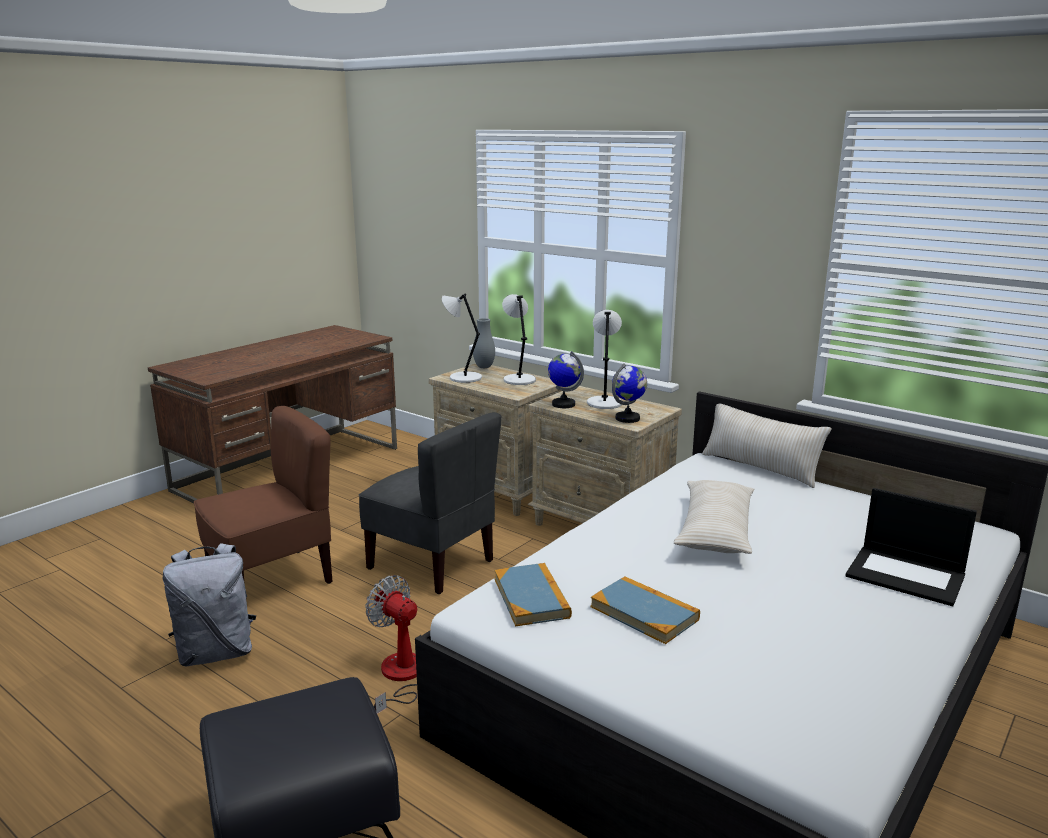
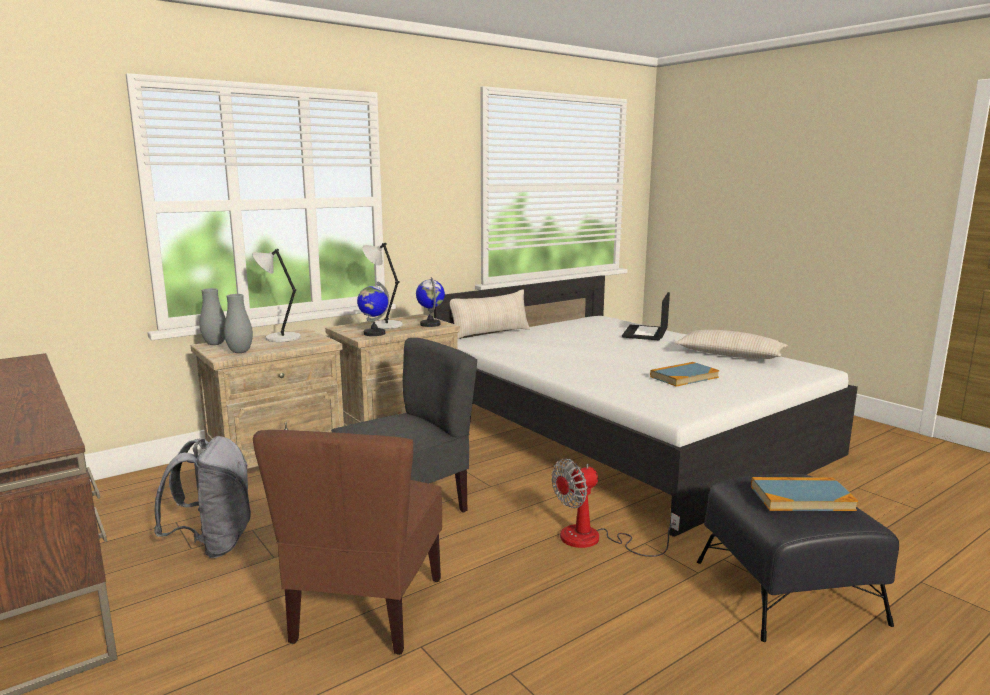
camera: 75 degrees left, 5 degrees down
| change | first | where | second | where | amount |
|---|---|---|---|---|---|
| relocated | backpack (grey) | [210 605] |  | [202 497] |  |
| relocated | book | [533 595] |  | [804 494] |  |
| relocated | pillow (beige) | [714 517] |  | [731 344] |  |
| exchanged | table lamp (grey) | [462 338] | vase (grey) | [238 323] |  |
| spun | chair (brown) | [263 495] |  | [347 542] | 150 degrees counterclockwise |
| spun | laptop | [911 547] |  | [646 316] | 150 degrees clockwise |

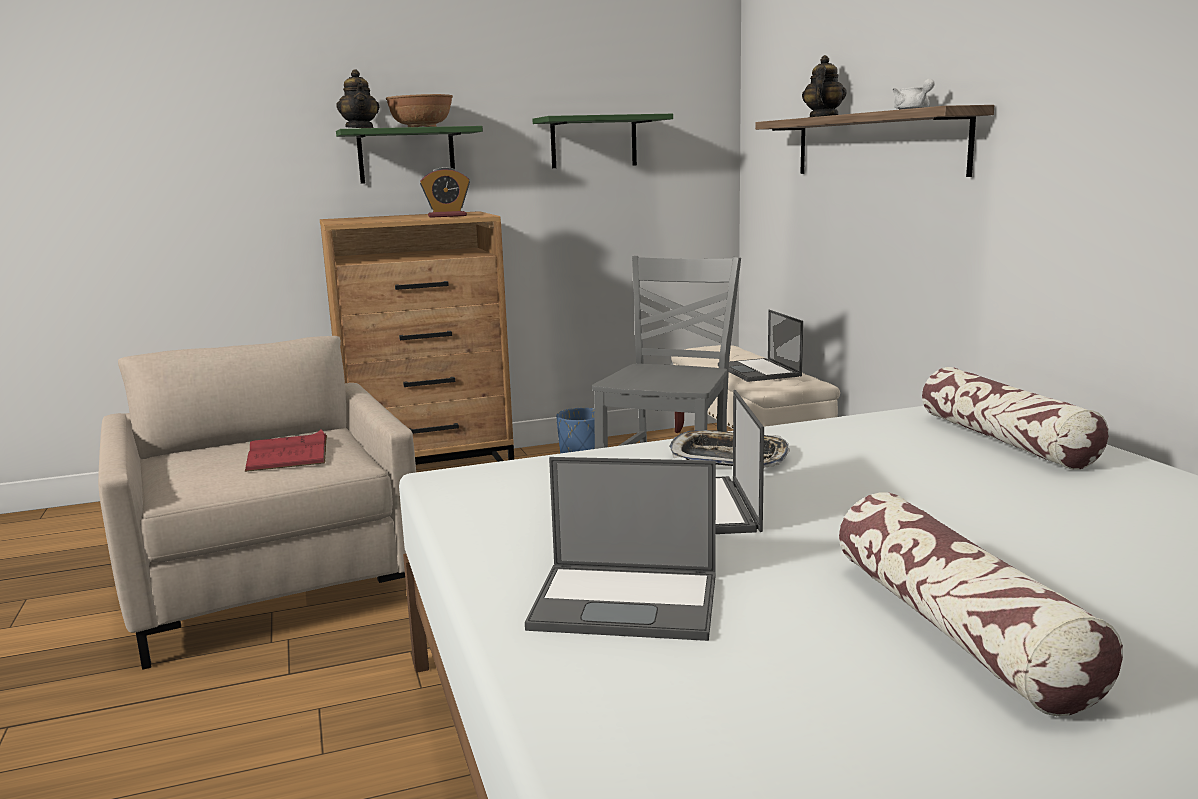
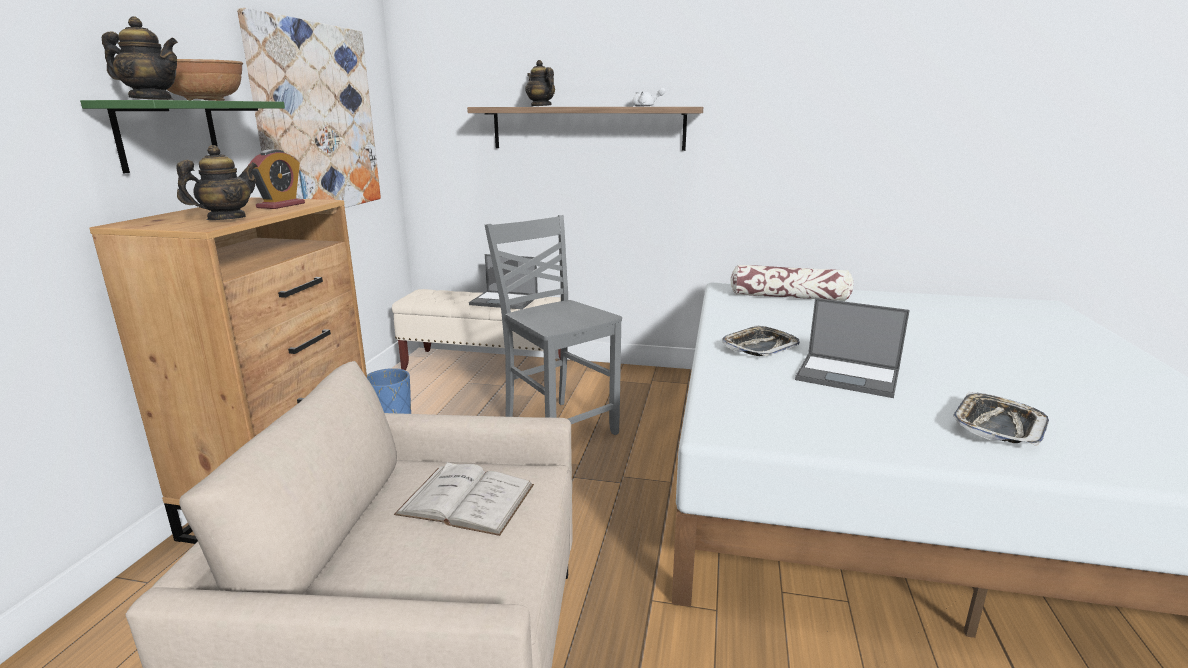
camera: 60 degrees left, 5 degrees up
| change | first | where | second | where | amount |
|---|---|---|---|---|---|
| missing | pillow | [981 604] |  |  |  |
| appeared |  |  | teapot | [216 182] |  |
| exchanged | laptop | [620 549] | tray | [1001 419] |  |
| exchanged | shelf (green) | [602 141] | picture | [309 108] |  |
| colour | book (red) | [286 450] | book (white) | [464 499] |  |

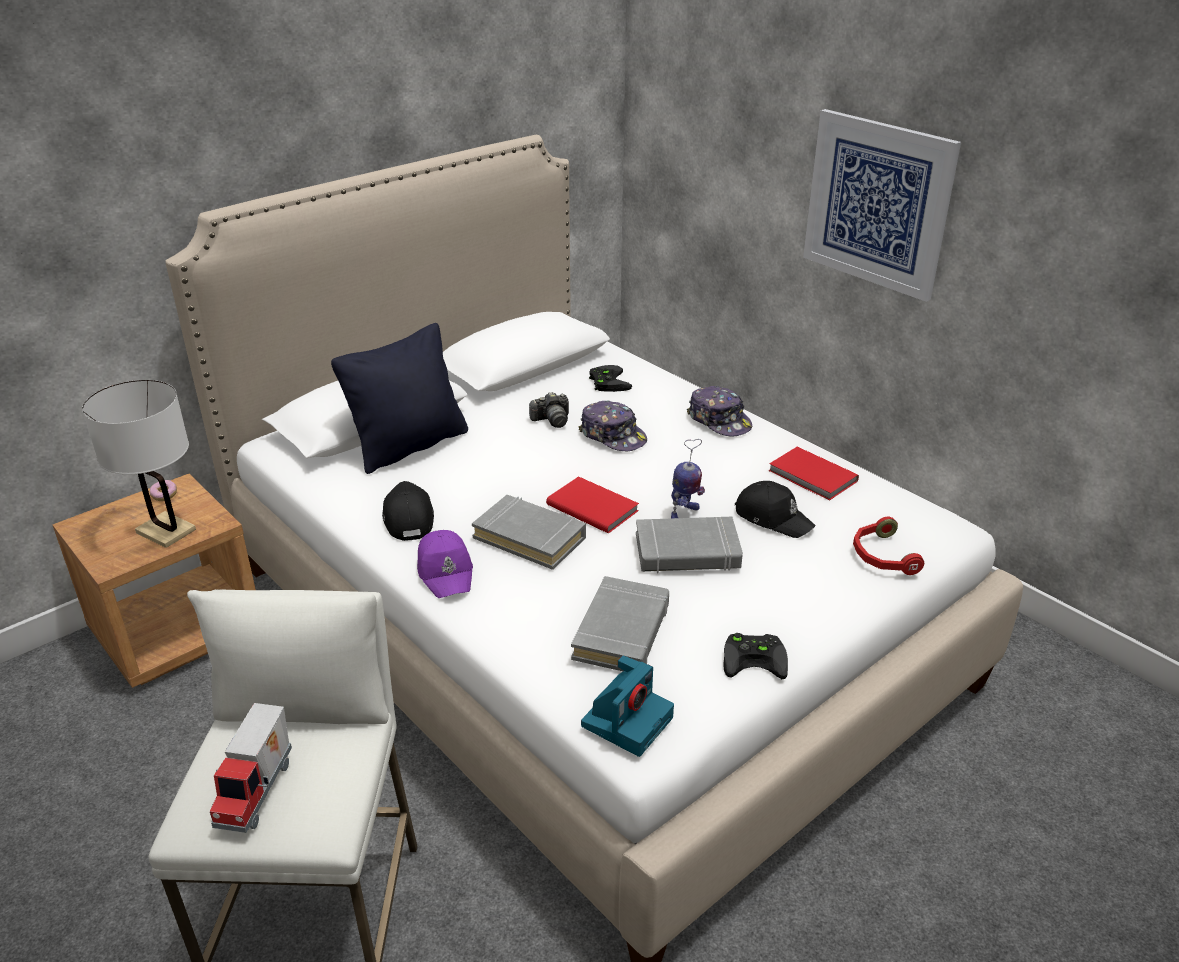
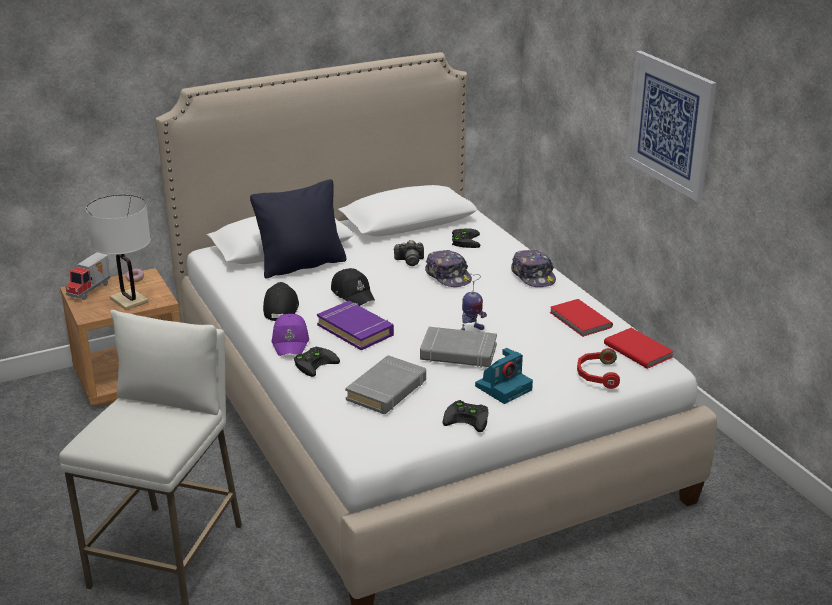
camera: 15 degrees right, 5 degrees down
| change | first | where | second | where | amount |
|---|---|---|---|---|---|
| appeared |  |  | game controller (black) | [317 362] |  |
| relocated | toy truck | [251 768] |  | [88 276] |  |
| relocated | book (red) | [592 504] |  | [639 348] |  |
| relocated | photo camera | [627 706] |  | [504 376] |  |
| relocated | cap (black) | [775 509] |  | [353 287] |  |
| colour | book (grey) | [529 532] | book (purple) | [355 325] |  |

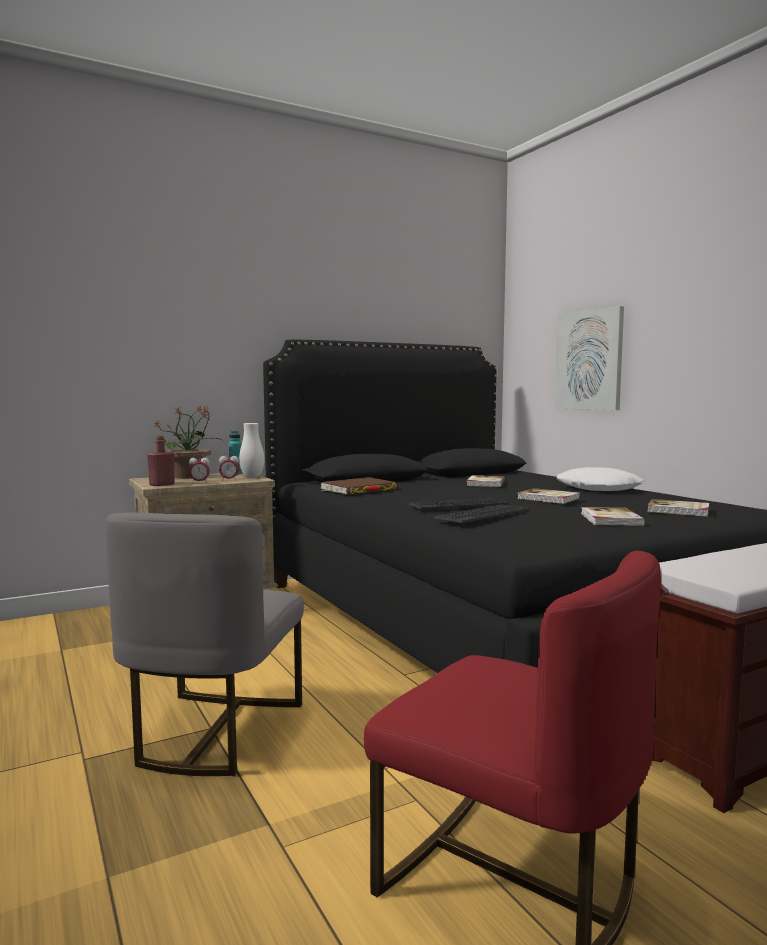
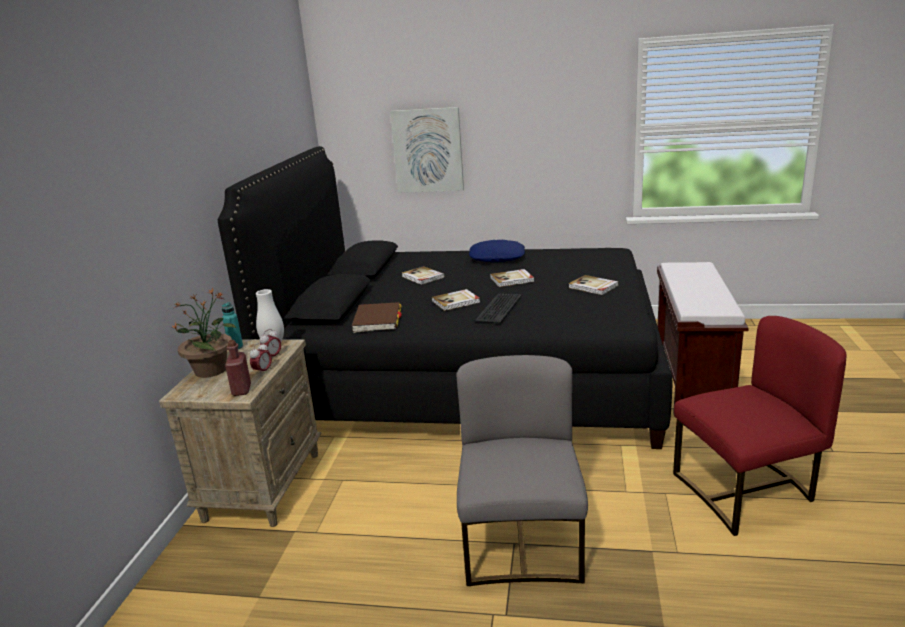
camera: 50 degrees left, 15 degrees up
| change | first | where | second | where | amount |
|---|---|---|---|---|---|
| missing | keyboard | [482 514] |  |  |  |
| relocated | book | [678 508] |  | [455 300] |  |
| colour | pillow (white) | [600 479] | pillow (blue) | [497 251] |  |
| spun | chair (grey) | [205 644] |  | [522 470] | 135 degrees counterclockwise |

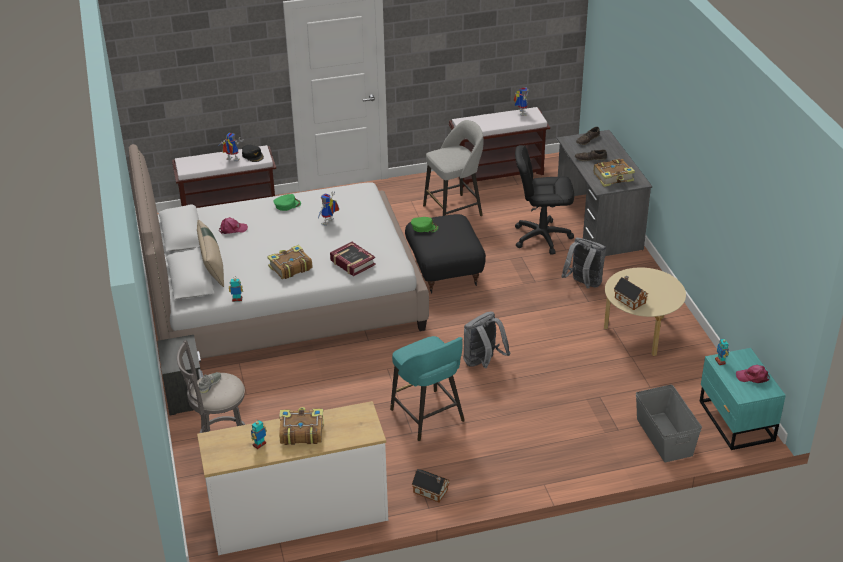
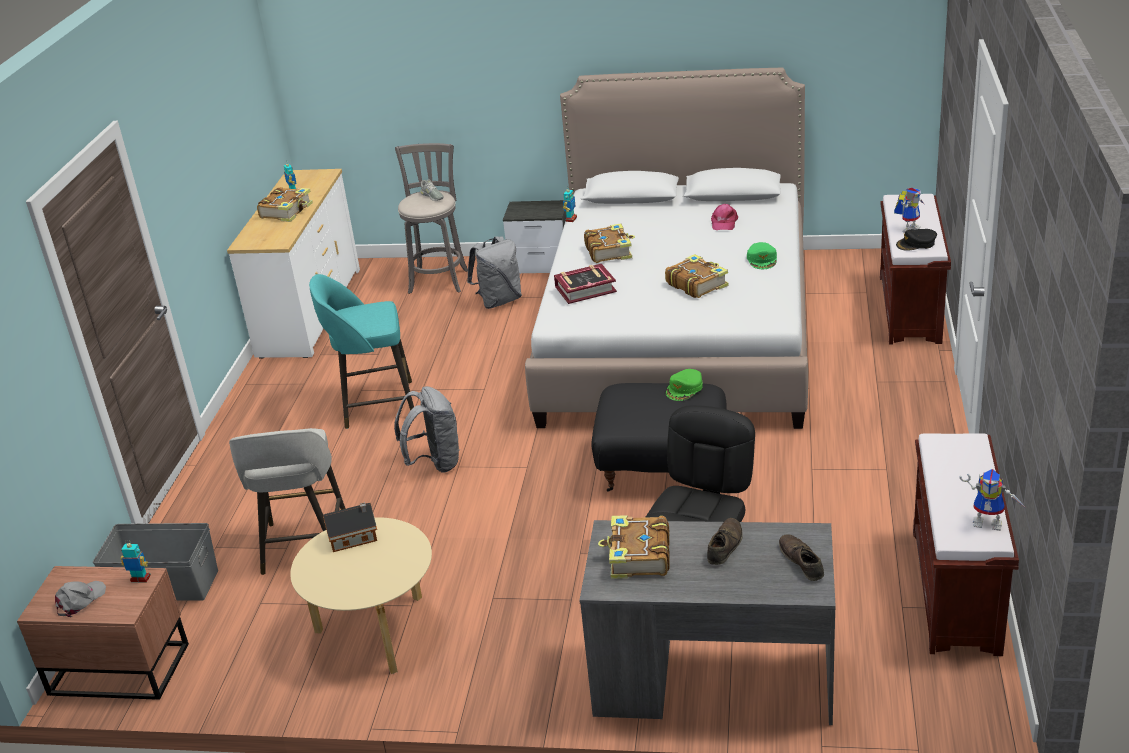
camera: 115 degrees right, 5 degrees down
| change | first | where | second | where | amount |
|---|---|---|---|---|---|
| missing | pillow (beige) | [210 253] |  |  |  |
| missing | toy house | [431 485] |  |  |  |
| relocated | stool (grey) | [453 168] |  | [287 501] |  |
| relocated | backpack (grey) | [583 263] |  | [494 272] |  |
| exchanged | toy robot | [328 208] | book | [696 276] |  |
| colour | nightstand (turquoise) | [742 399] | nightstand (brown) | [103 633] |  |
| colour | cap (pink) | [753 374] | cap (grey) | [80 599] |  |

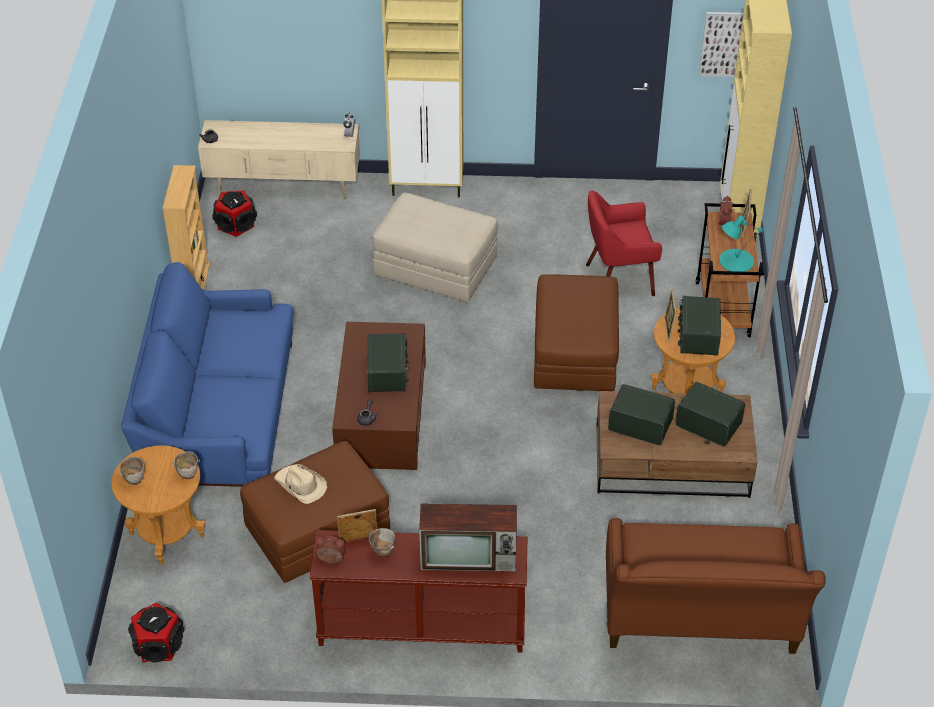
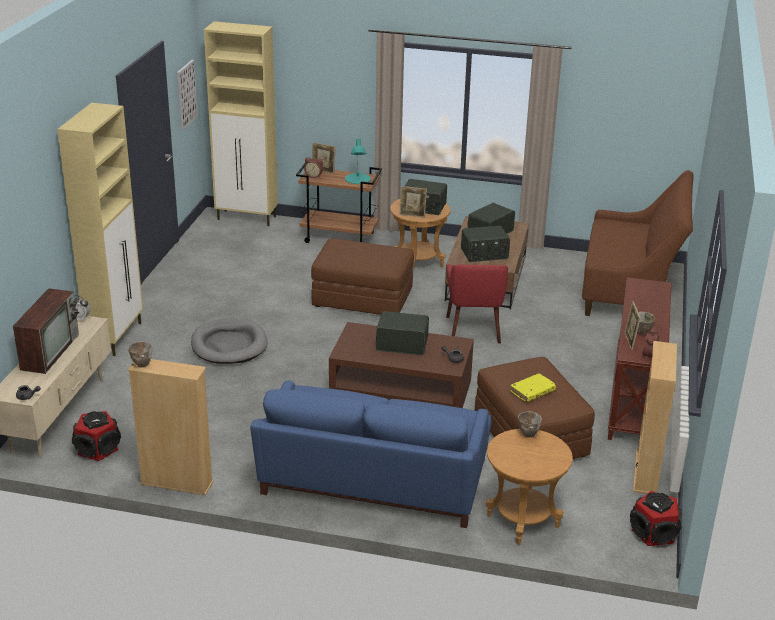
camera: 80 degrees left, 15 degrees down
| change | first | where | second | where | amount |
|---|---|---|---|---|---|
| appeared |  |  | bookcase (beige) | [655 417] |  |
| relocated | bowl | [132 471] |  | [140 354] |  |
| relocated | television | [468 538] |  | [46 331] |  |
| relocated | armchair (red) | [624 243] |  | [477 303] |  |
| exchanged | hat (beige) | [300 484] | book (yellow) | [533 387] |  |
| exchanged | ottoman (beige) | [435 247] | dog bed (grey) | [229 341] |  |
| spun | radio | [641 414] |  | [485 244] | 135 degrees counterclockwise |

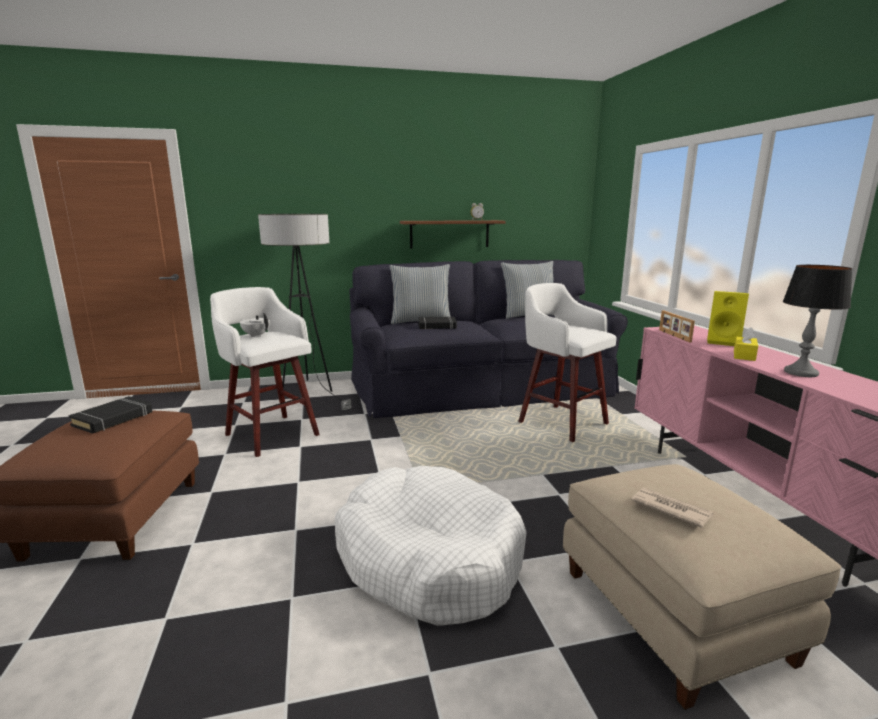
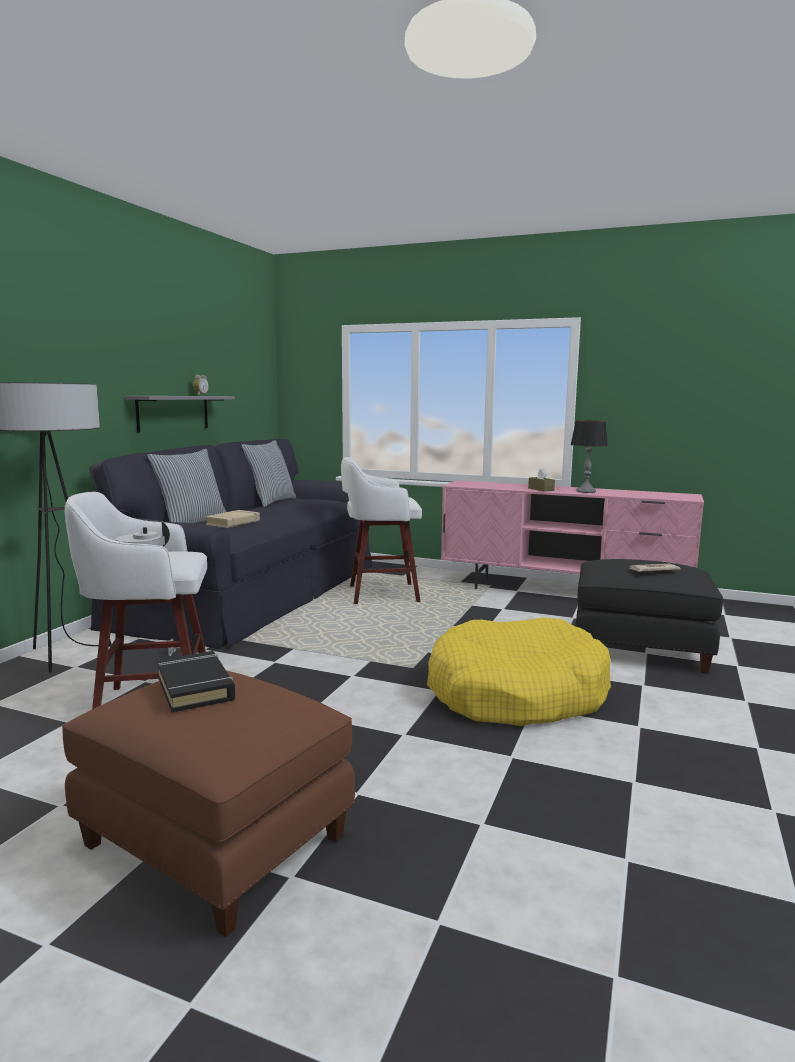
camera: 55 degrees left, 5 degrees down
| change | first | where | second | where | amount |
|---|---|---|---|---|---|
| missing | picture frame | [677 326] |  |  |  |
| missing | speaker (yellow) | [728 318] |  |  |  |
| colour | dog bed (white) | [431 546] | dog bed (yellow) | [519 671] |  |
| colour | shelf (brown) | [453 234] | shelf (grey) | [180 414] |  |
| colour | book (black) | [437 323] | book (beige) | [233 519] |  |
| colour | ottoman (beige) | [702 587] | ottoman (black) | [649 616] |  |
| colour | tissue box (yellow) | [746 344] | tissue box (brown) | [541 479] |  |

